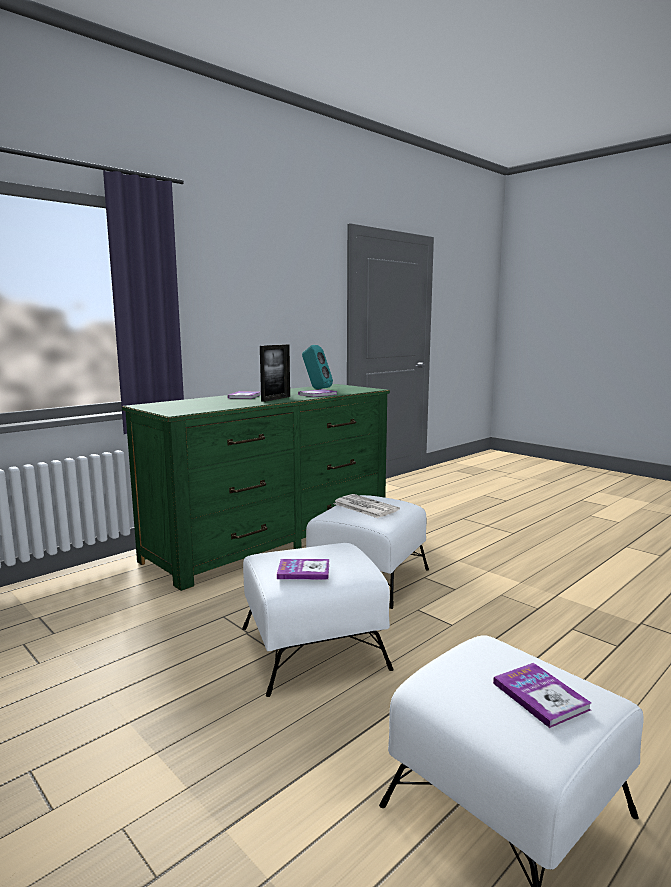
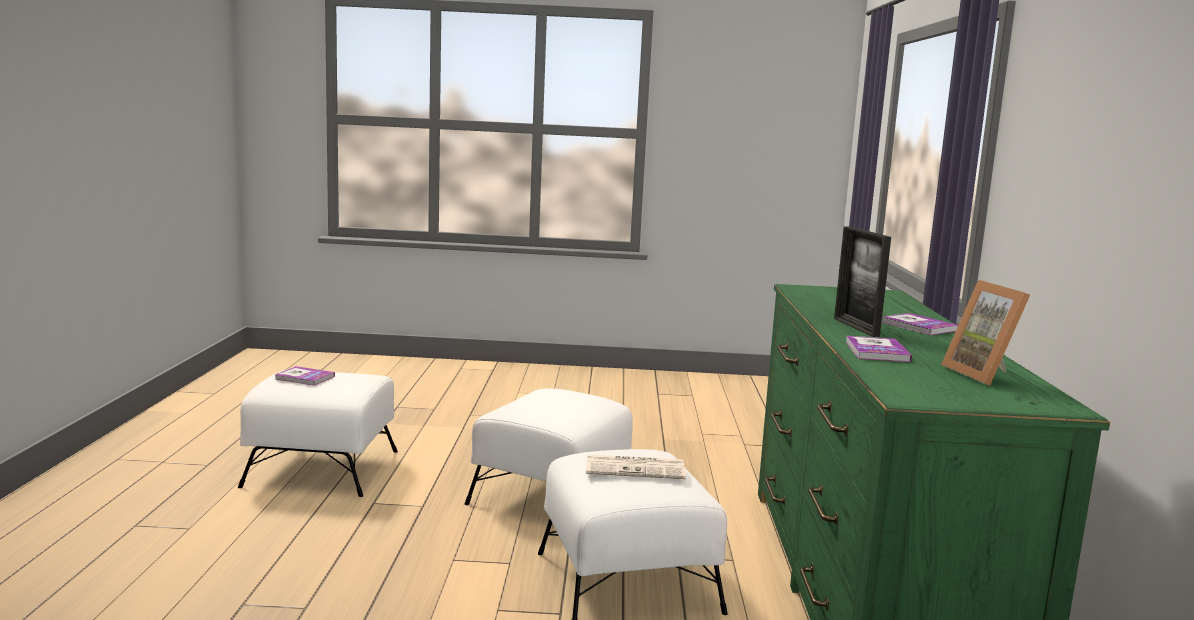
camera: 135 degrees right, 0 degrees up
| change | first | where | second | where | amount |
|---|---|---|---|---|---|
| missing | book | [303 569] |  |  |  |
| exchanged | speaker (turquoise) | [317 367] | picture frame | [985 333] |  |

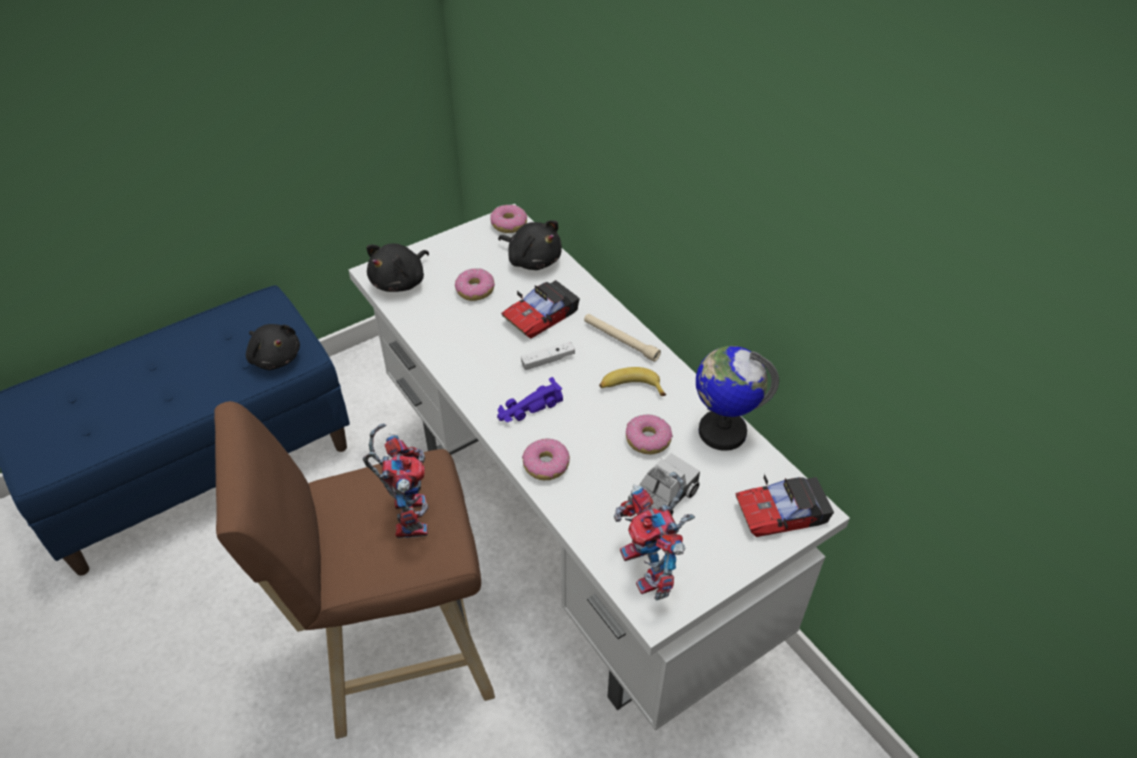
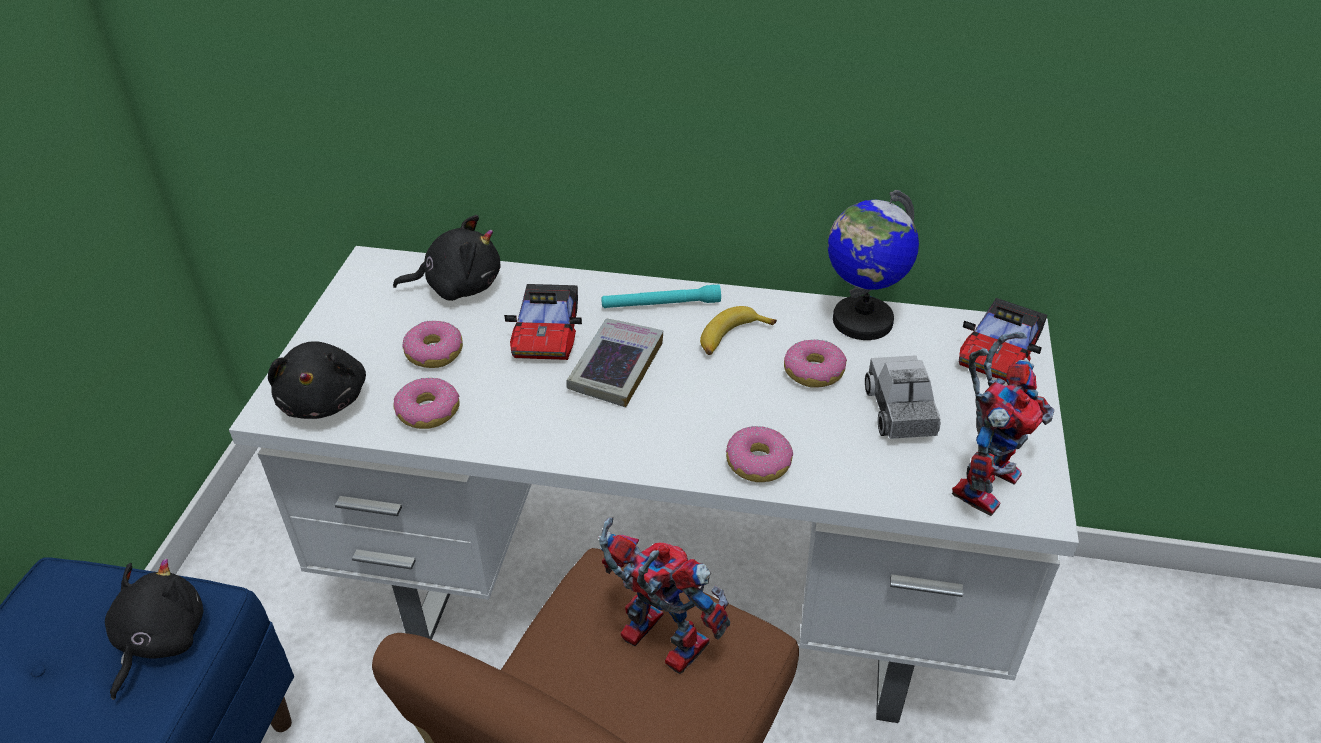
camera: 45 degrees left, 5 degrees down
| change | first | where | second | where | amount |
|---|---|---|---|---|---|
| missing | toy car (purple) | [530 399] |  |  |  |
| relocated | donut | [508 219] |  | [426 403] |  |
| exchanged | game controller (white) | [548 356] | book | [614 363] |  |
| colour | flashlight (beige) | [622 338] | flashlight (turquoise) | [661 296] |  |
| spun | plush toy (black) | [273 347] |  | [154 629] | 75 degrees counterclockwise |
| spun | toy robot | [654 536] |  | [1003 424] | 75 degrees counterclockwise |

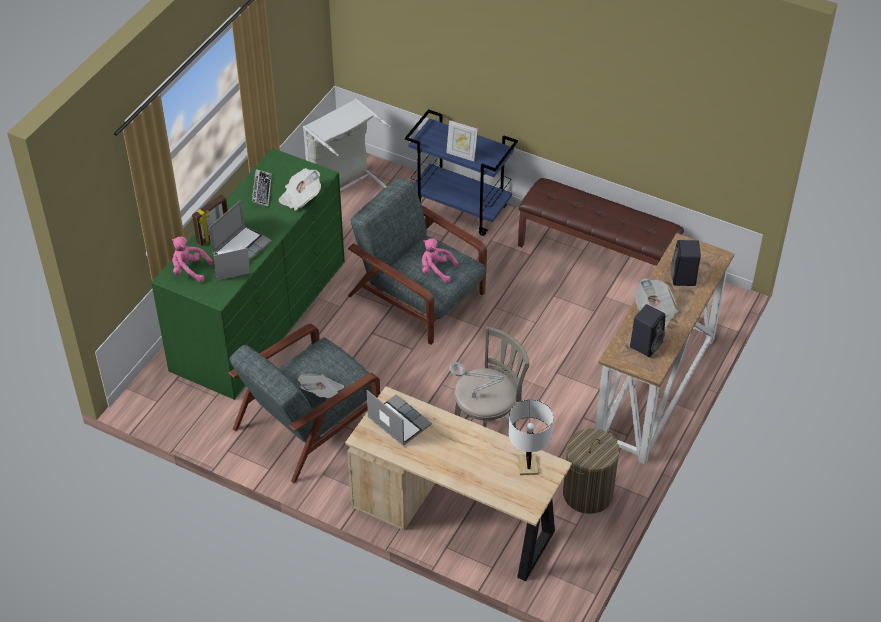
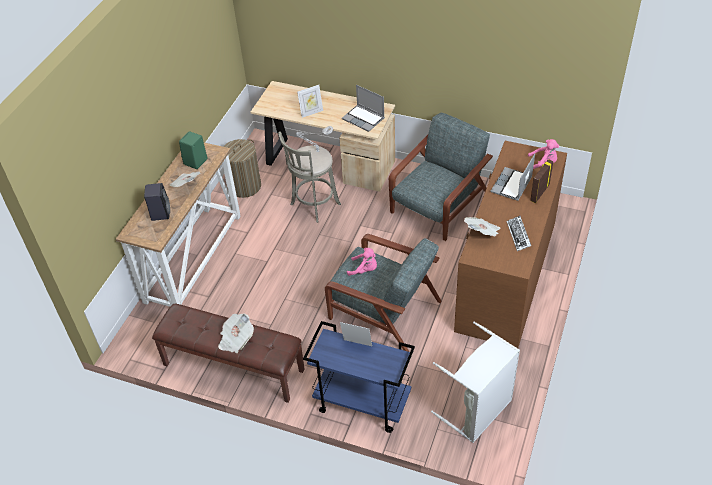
camera: 175 degrees right, 0 degrees up
| change | first | where | second | where | amount |
|---|---|---|---|---|---|
| missing | table lamp (white) | [531 437] |  |  |  |
| relocated | picture frame | [232 264] |  | [310 101] |  |
| relocated | newspaper | [321 386] |  | [236 333] |  |
| colour | dresser (green) | [248 274] | dresser (brown) | [510 244] |  |
| colour | speaker (black) | [647 330] | speaker (green) | [193 150] |  |

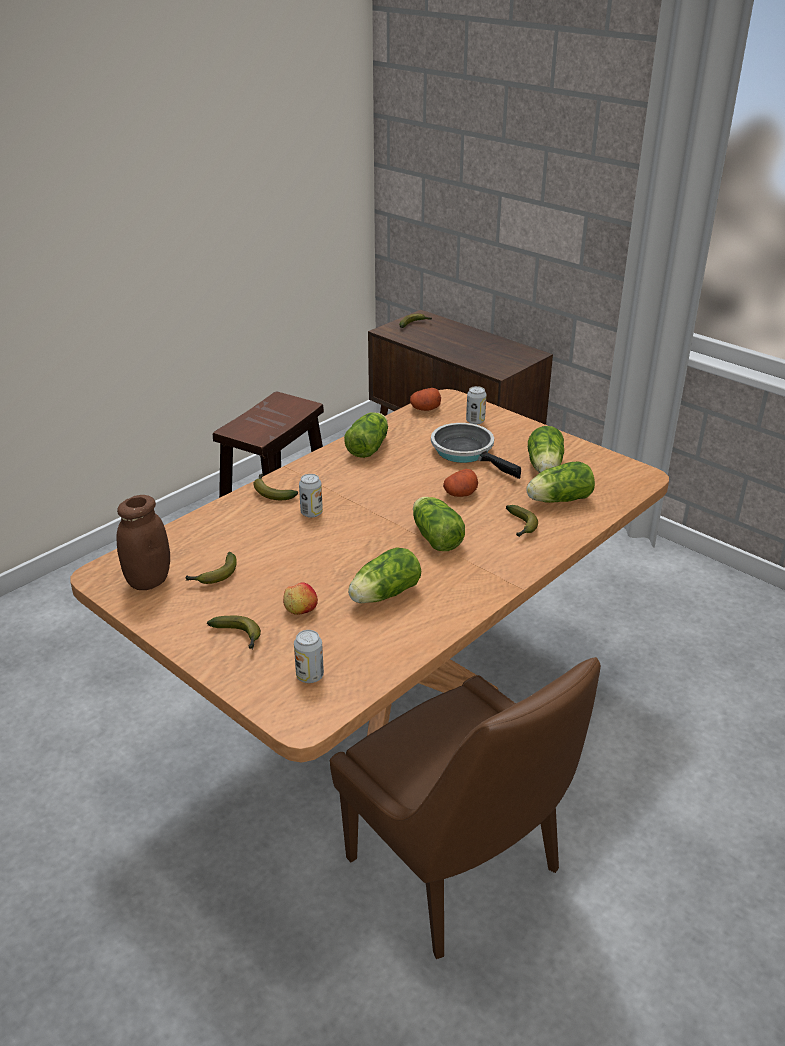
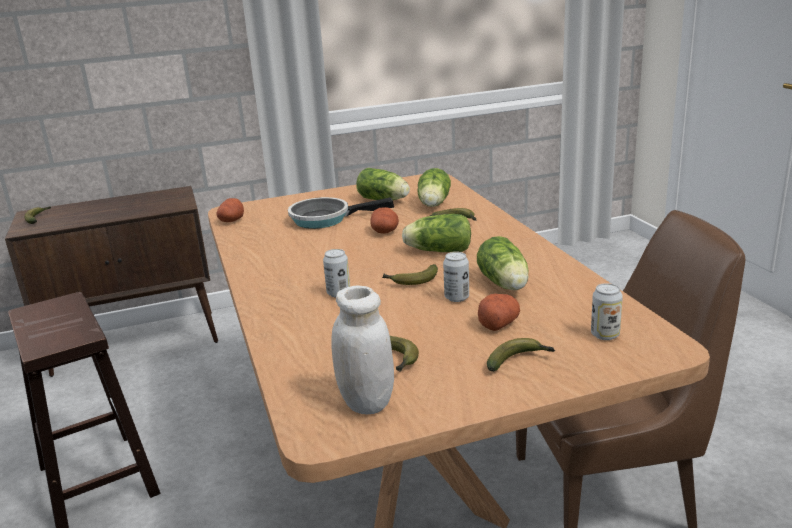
camera: 60 degrees left, 10 degrees down
| change | first | where | second | where | amount |
|---|---|---|---|---|---|
| missing | lettuce | [366 435] |  |  |  |
| relocated | banana | [275 486] |  | [410 274] |  |
| relocated | can | [476 405] |  | [456 277] |  |
| exchanged | apple | [300 598] | potato | [499 312] |  |
| colour | jar (brown) | [143 542] | jar (white) | [362 349] |  |

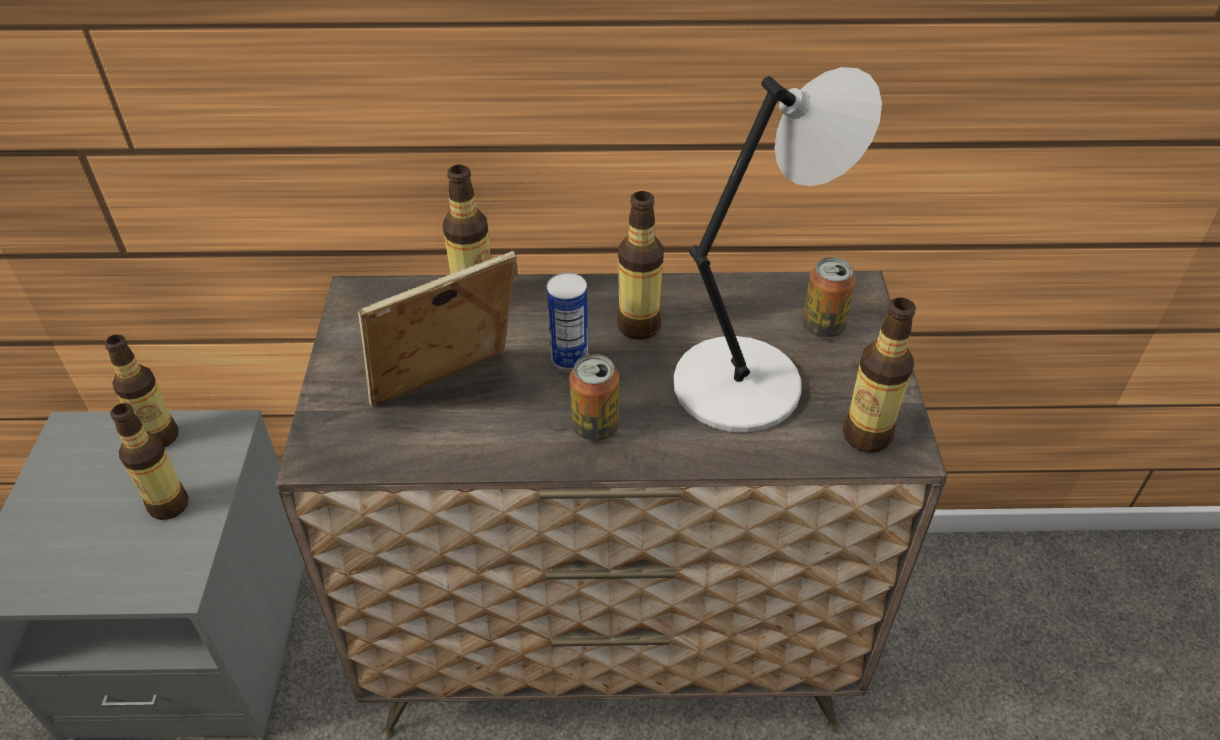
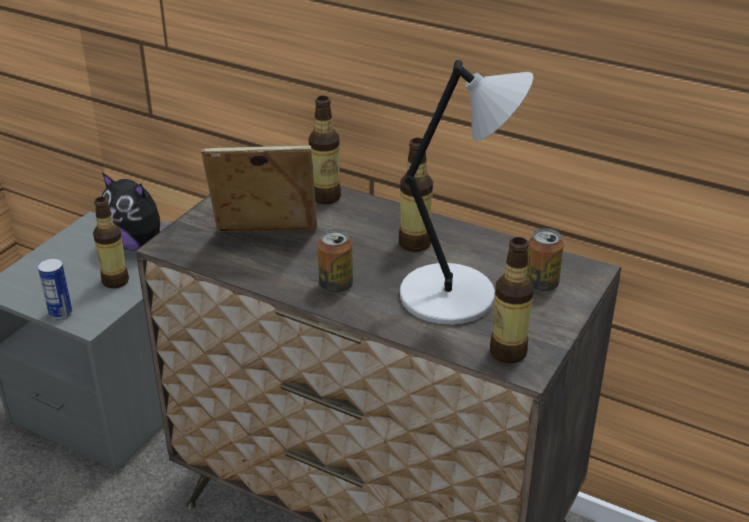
camera: 30 degrees right, 10 degrees down
| change | first | where | second | where | amount |
|---|---|---|---|---|---|
| relocated | can | [567 322] |  | [55 289] |  |
| exchanged | bottle | [141 391] | plush toy | [137 211] |  |

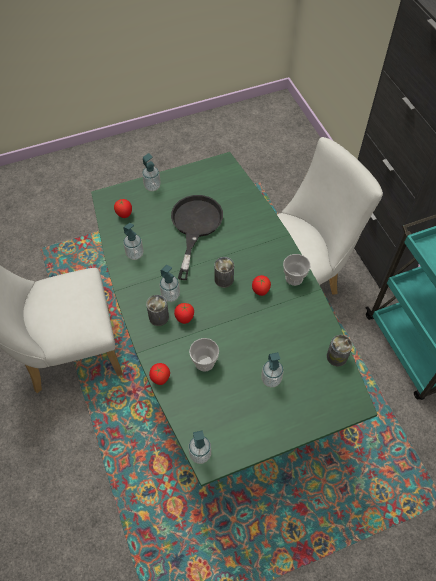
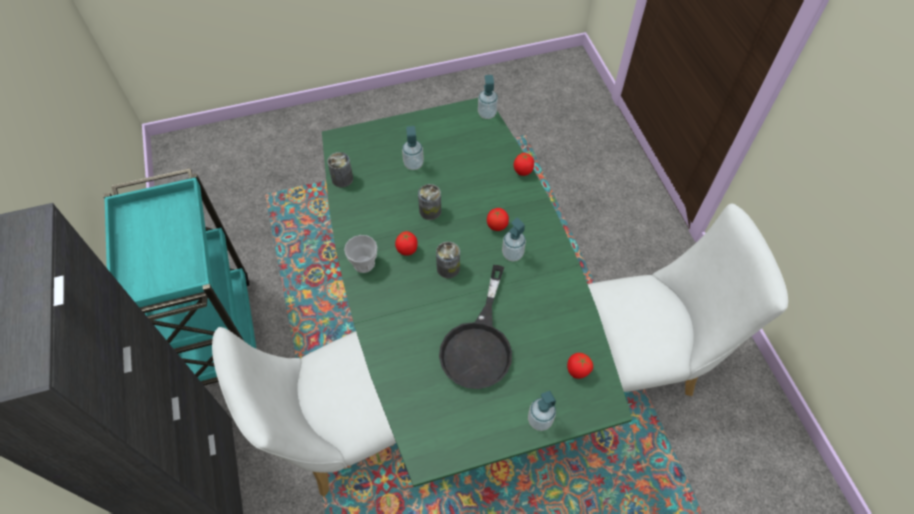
camera: 175 degrees left, 0 degrees up
| change | first | where | second | where | amount |
|---|---|---|---|---|---|
| missing | soap dispenser | [133 241] |  |  |  |
| missing | cup | [204 355] |  |  |  |
| relocated | can | [157 310] |  | [429 202] |  |

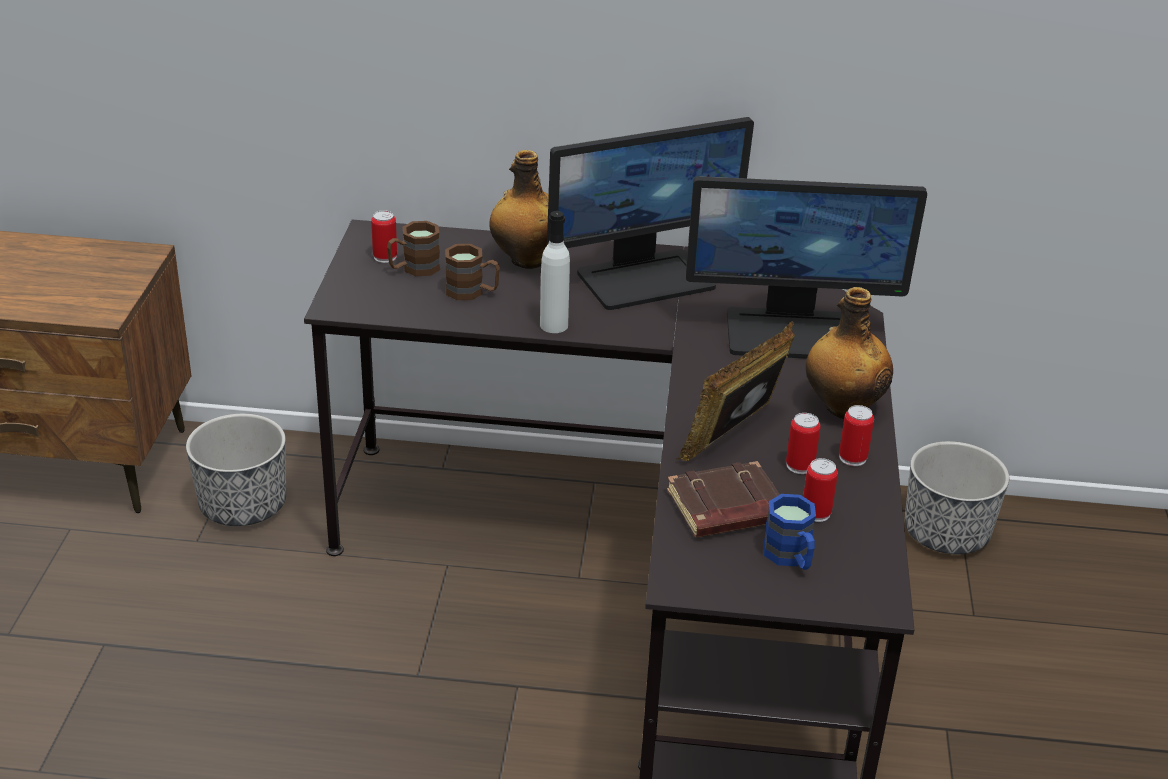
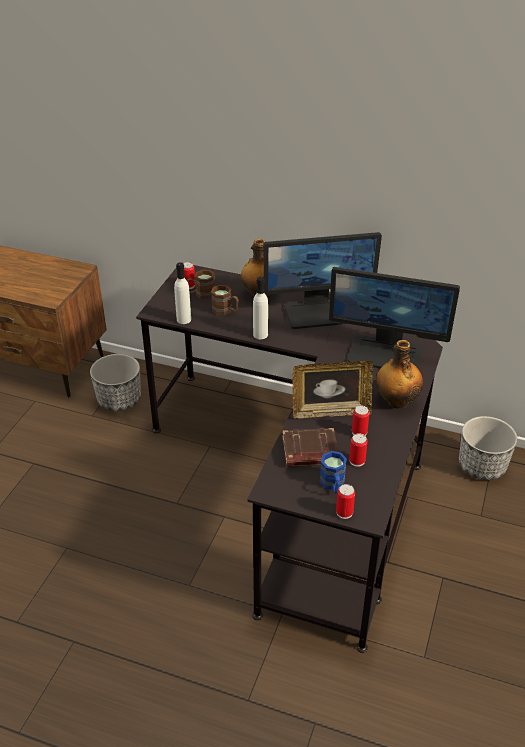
camera: 15 degrees right, 5 degrees up
| change | first | where | second | where | amount |
|---|---|---|---|---|---|
| appeared |  |  | bottle (white) | [182 293] |  |
| relocated | can | [856 435] |  | [345 501] |  |
| spun | picture frame | [736 391] |  | [332 390] | 150 degrees counterclockwise |

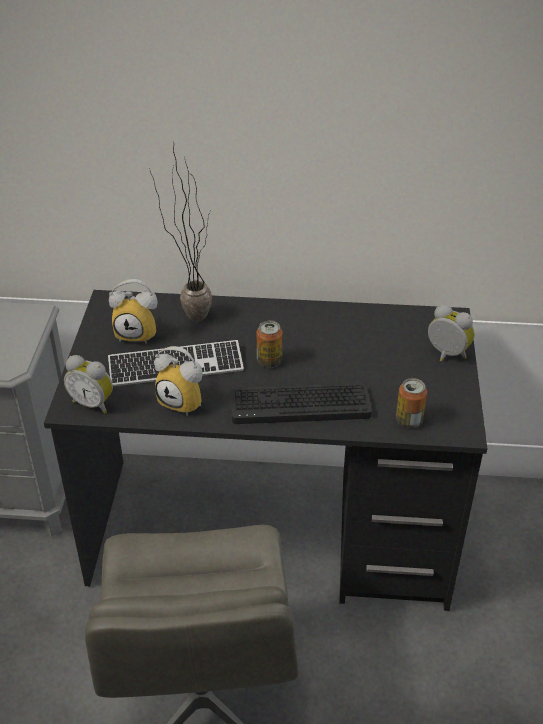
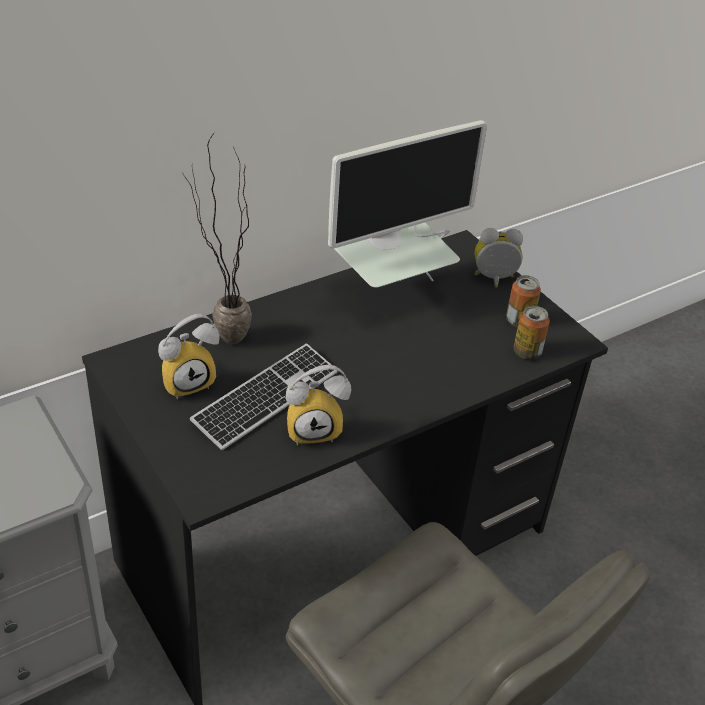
camera: 40 degrees left, 0 degrees up
| change | first | where | second | where | amount |
|---|---|---|---|---|---|
| missing | alarm clock | [88 384] |  |  |  |
| missing | keyboard | [301 403] |  |  |  |
| appeared |  |  | monitor | [407 204] |  |
| relocated | can | [270 343] |  | [523 301] |  |

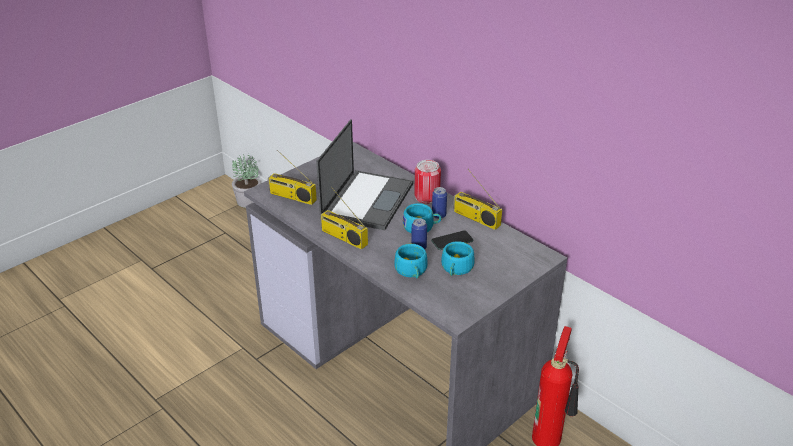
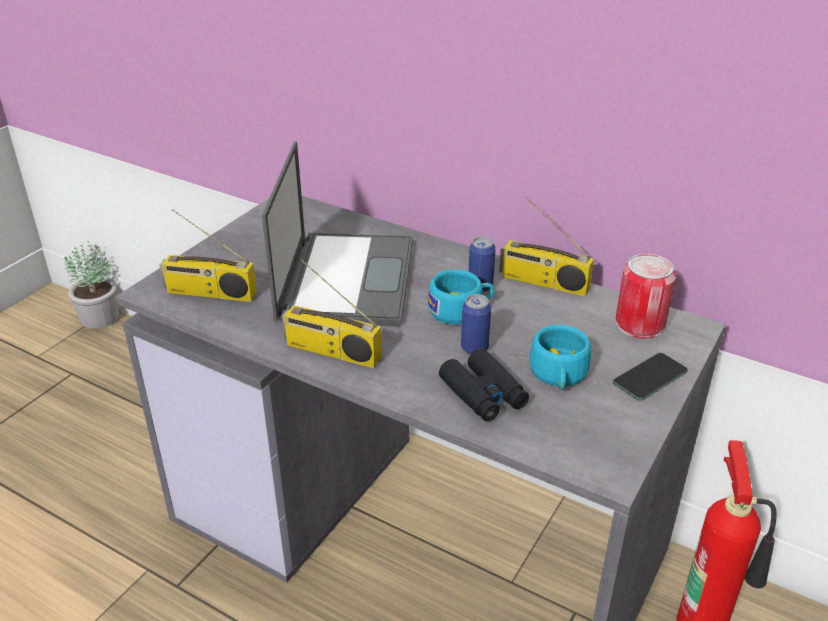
camera: 15 degrees left, 0 degrees up
| change | first | where | second | where | amount |
|---|---|---|---|---|---|
| relocated | can | [427 182] |  | [646 296] |  |
| relocated | phone | [452 240] |  | [650 377] |  |
| exchanged | cup (turquoise) | [411 261] | binoculars (black) | [484 384] |  |

